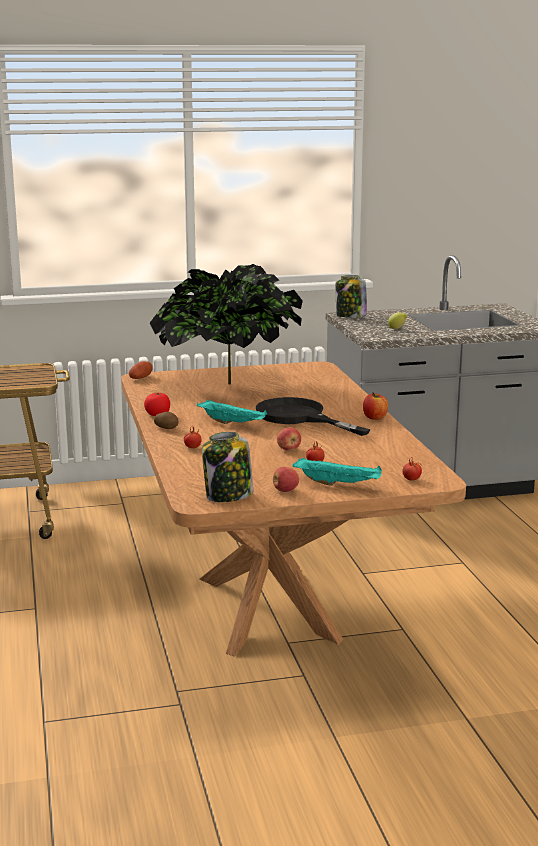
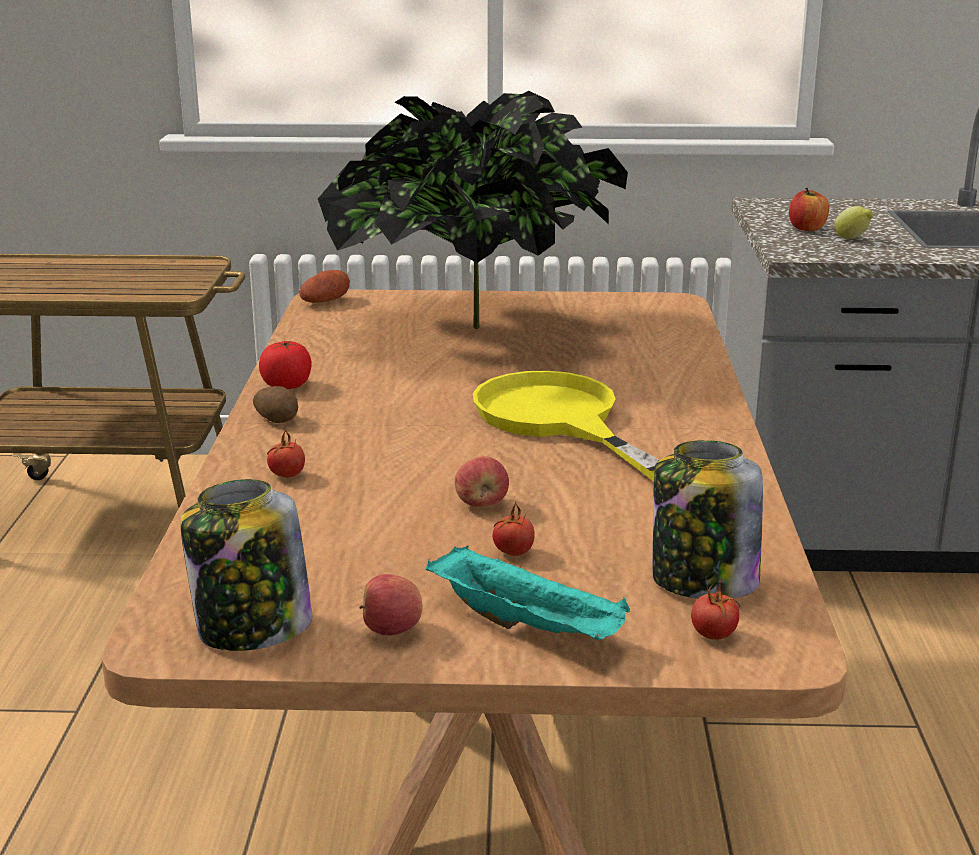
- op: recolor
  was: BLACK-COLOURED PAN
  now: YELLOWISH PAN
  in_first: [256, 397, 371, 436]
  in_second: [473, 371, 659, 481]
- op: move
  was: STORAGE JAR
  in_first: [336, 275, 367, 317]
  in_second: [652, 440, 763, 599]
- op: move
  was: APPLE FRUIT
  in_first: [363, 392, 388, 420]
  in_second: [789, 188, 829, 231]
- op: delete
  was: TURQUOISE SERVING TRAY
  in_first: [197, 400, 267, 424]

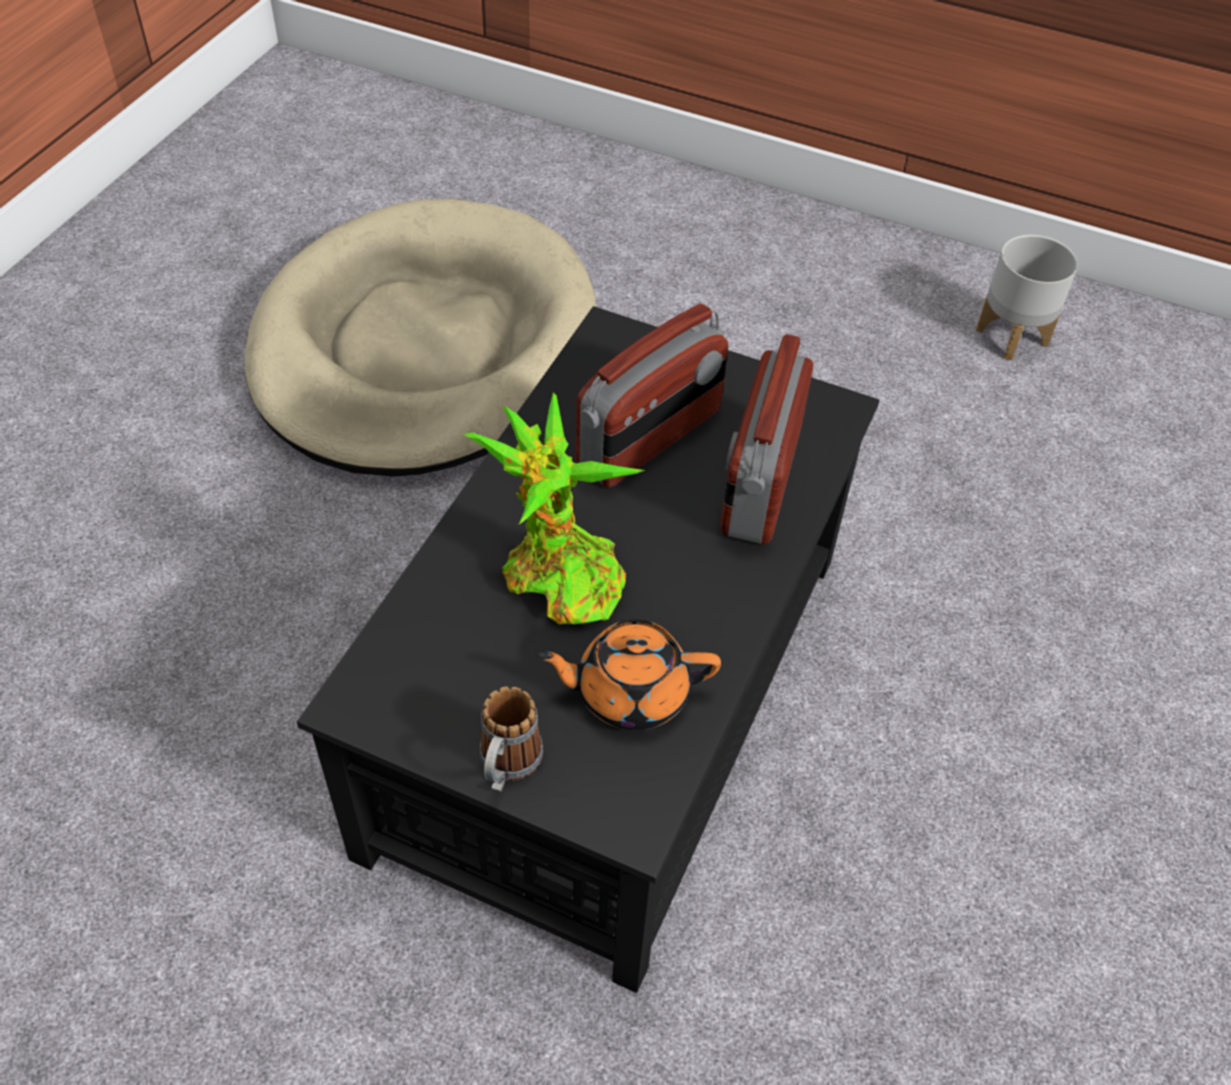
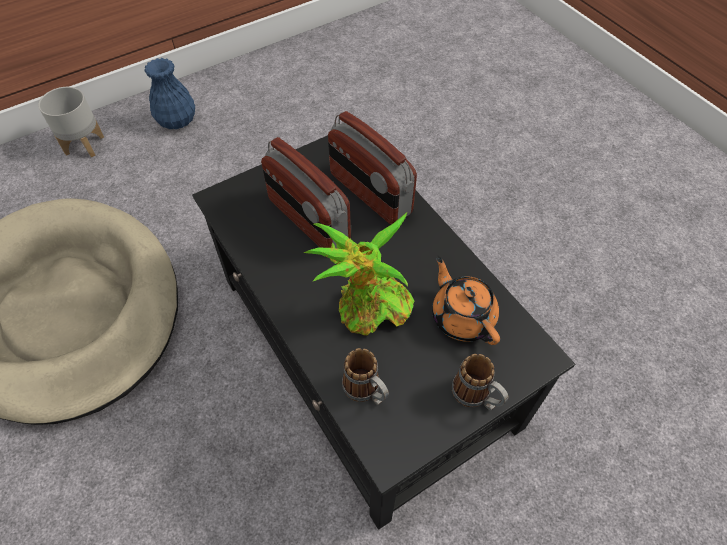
- op: move
  was: GRAY PLANTER
  in_first: [976, 234, 1078, 360]
  in_second: [38, 87, 104, 157]
- op: insert
  now: BLUE DECORATIVE VASE
  in_second: [144, 58, 195, 129]
- op: rotate
  was: RADIO SET
  in_first: [576, 304, 729, 488]
  in_second: [261, 137, 351, 248]
  clockwise: 150
- op: insert
  now: MUG
  in_second: [342, 348, 389, 405]
- op: rotate
  was: ORANGE-COLOURED POT FOR TEA
  in_first: [536, 619, 721, 730]
  in_second: [432, 256, 500, 345]
  clockwise: 120

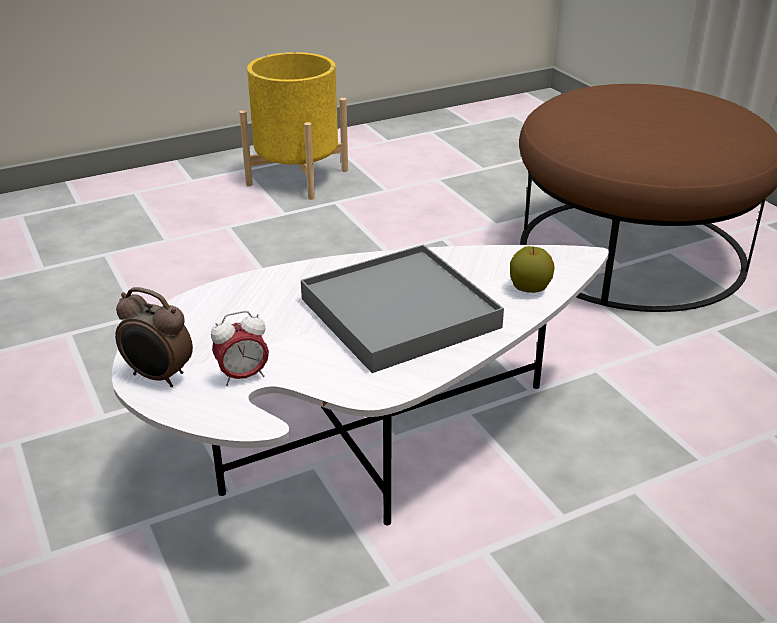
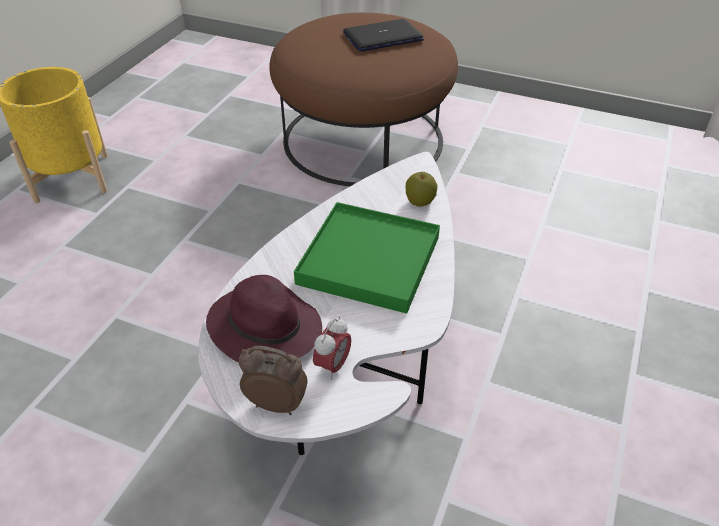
- op: insert
  now: PURPLE WEARABLE HAT
  in_second: [206, 275, 322, 362]
- op: rotate
  was: BEDSIDE CLOCK
  in_first: [115, 287, 193, 387]
  in_second: [238, 346, 307, 415]
  clockwise: -150
- op: recolor
  was: GRAY SERVING TRAY
  now: GREEN-COLOURED SERVING TRAY
  in_first: [301, 245, 504, 373]
  in_second: [294, 202, 440, 314]
- op: insert
  now: LAPTOP
  in_second: [343, 19, 424, 52]

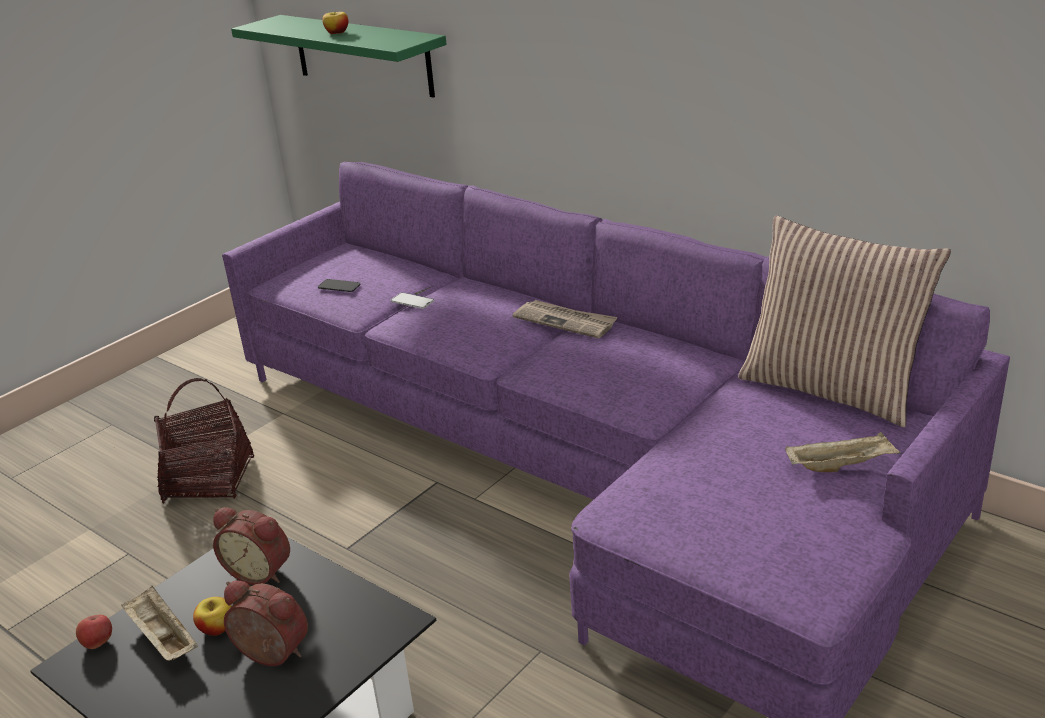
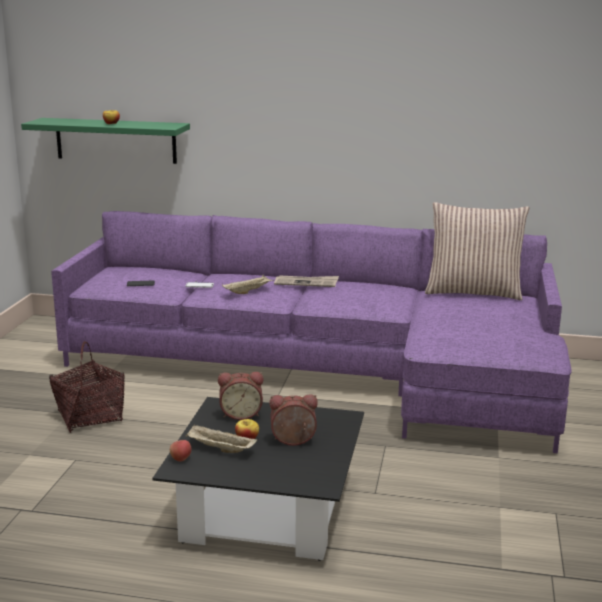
- op: move
  was: SAND-COLOURED SERVING TRAY
  in_first: [785, 432, 900, 472]
  in_second: [222, 275, 274, 294]

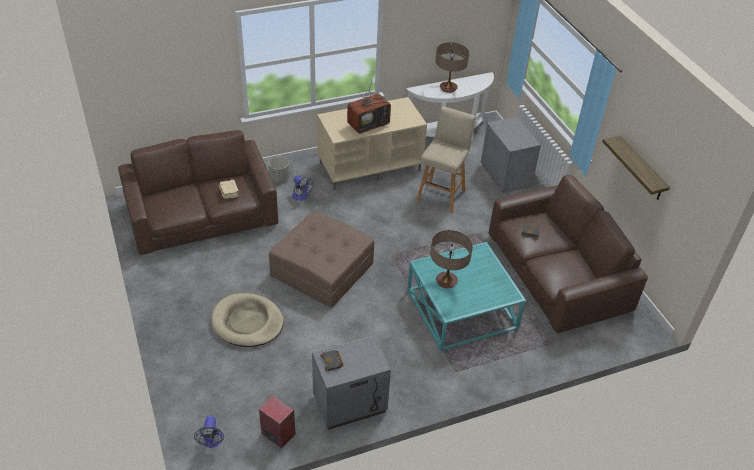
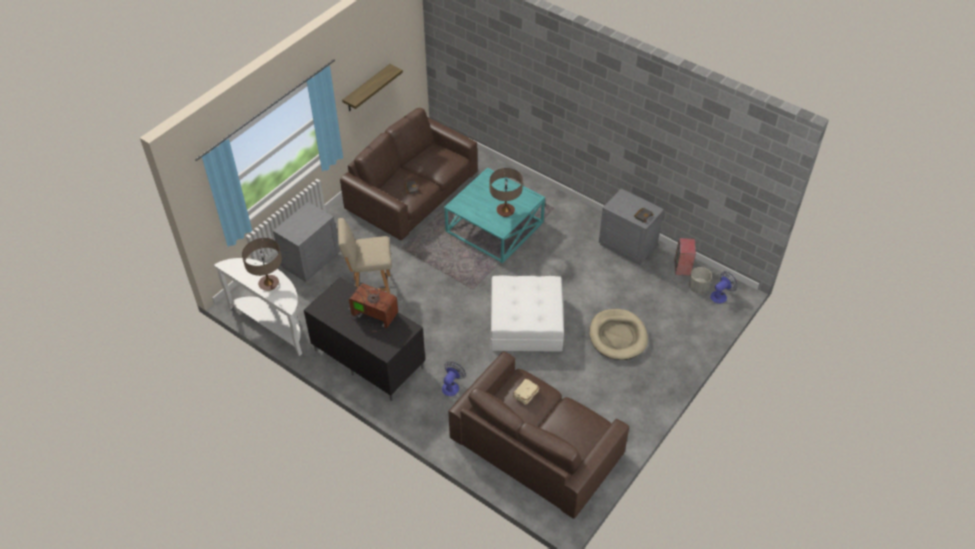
- op: recolor
  was: SAND-COLOURED TV UNIT
  now: BLACK-COLOURED TV UNIT
  in_first: [317, 97, 427, 190]
  in_second: [304, 277, 425, 401]
- op: recolor
  was: BROWNISH OTTOMAN
  now: WHITISH OTTOMAN
  in_first: [269, 211, 374, 308]
  in_second: [491, 275, 564, 352]
- op: move
  was: GRAY PLANTER
  in_first: [268, 157, 289, 182]
  in_second: [689, 267, 712, 293]

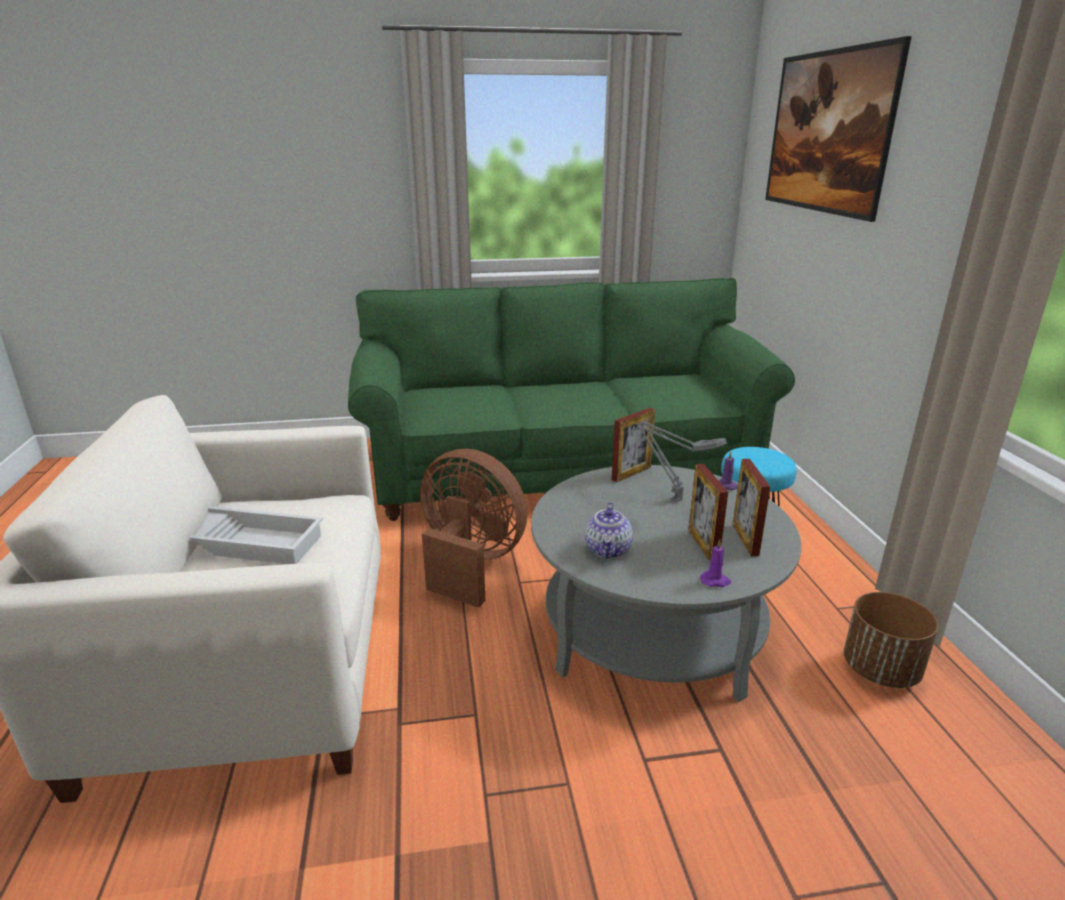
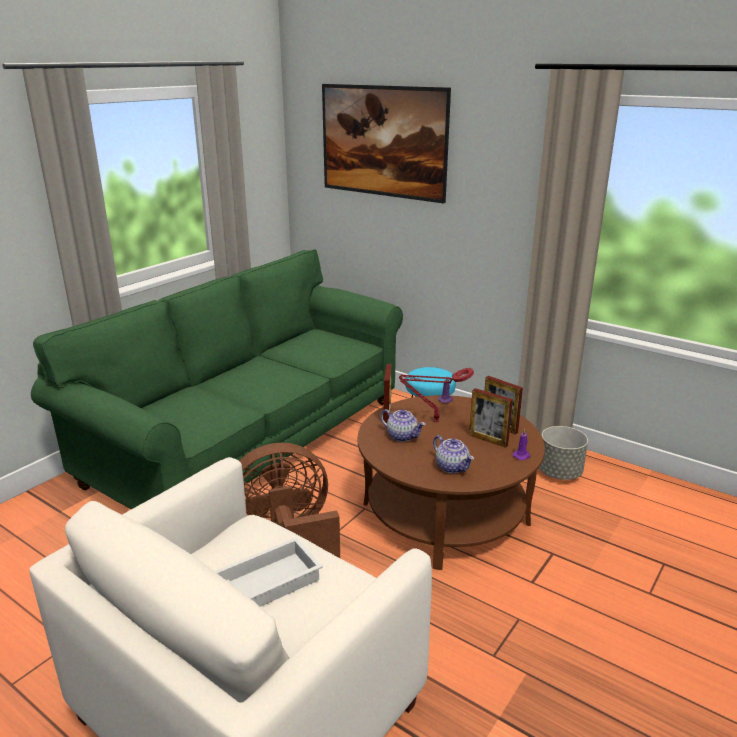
- op: recolor
  was: GRAY COFFEE TABLE
  now: BROWNISH COFFEE TABLE
  in_first: [531, 465, 801, 702]
  in_second: [358, 395, 545, 570]
- op: insert
  now: POT FOR TEA
  in_second: [380, 409, 426, 442]
- op: recolor
  was: GRAY LAMP FOR A TABLE
  now: RED LAMP FOR A TABLE
  in_first: [640, 422, 727, 502]
  in_second: [399, 368, 474, 422]
- op: recolor
  was: BROWNISH PLANTER
  now: GRAY PLANTER
  in_first: [844, 592, 938, 688]
  in_second: [539, 426, 588, 480]

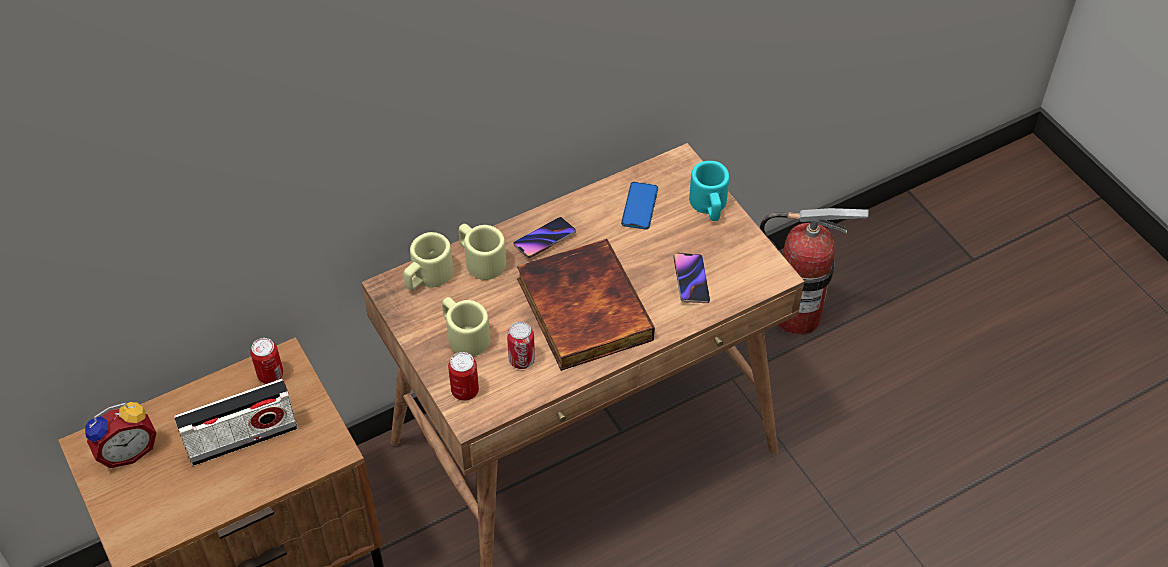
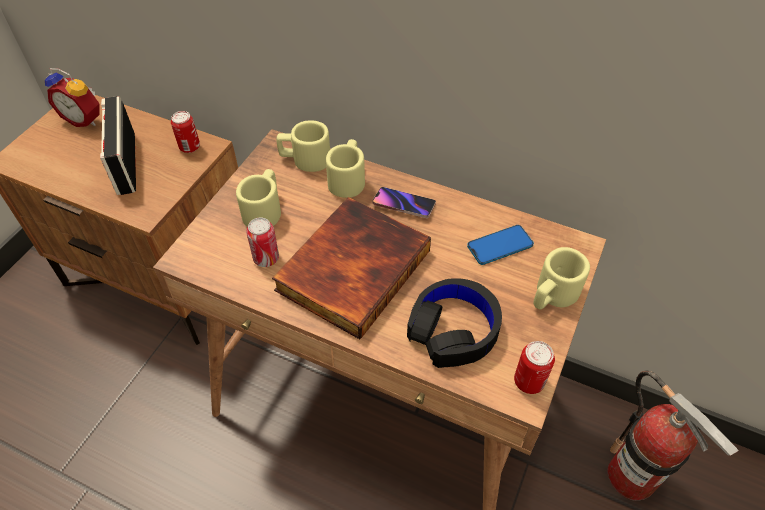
- op: rotate
  was: RADIO SET
  in_first: [174, 379, 298, 466]
  in_second: [100, 96, 136, 195]
  clockwise: 45
- op: replace
  was: PHONE
  now: BLACK-COLOURED HEADSET
  in_first: [673, 253, 710, 303]
  in_second: [407, 278, 502, 368]
- op: move
  was: CAN
  in_first: [448, 352, 479, 401]
  in_second: [514, 341, 555, 394]
- op: recolor
  was: TURQUOISE MUG
  now: SAND-COLOURED MUG
  in_first: [689, 161, 729, 221]
  in_second: [533, 247, 590, 309]

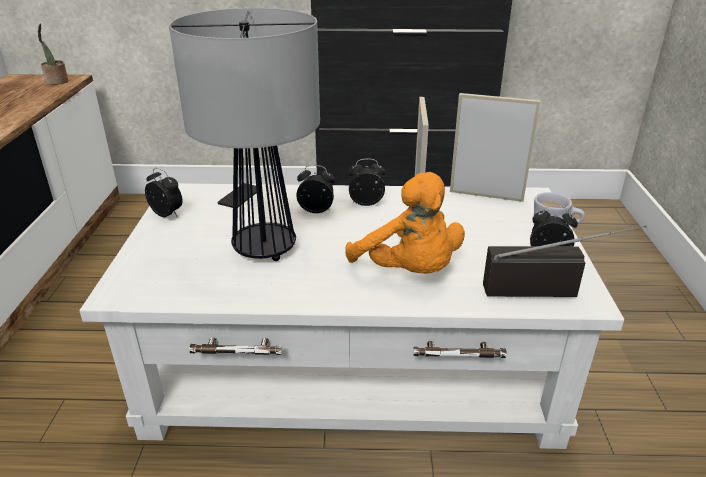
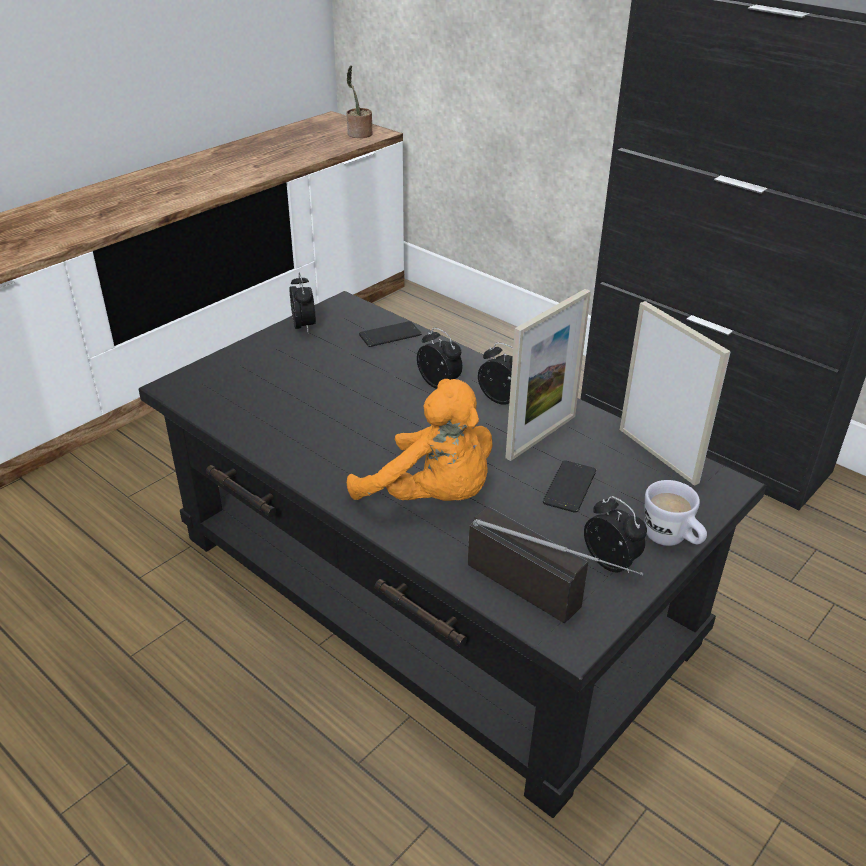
- op: recolor
  was: WHITISH COFFEE TABLE
  now: BLACK-COLOURED COFFEE TABLE
  in_first: [80, 183, 624, 449]
  in_second: [138, 291, 766, 818]
- op: rotate
  was: ORANGE-COLOURED CUDDLY TOY
  in_first: [345, 172, 465, 274]
  in_second: [347, 379, 493, 501]
  clockwise: -60
- op: insert
  now: PHONE
  in_second: [543, 461, 596, 513]
- op: delete
  was: LAMP FOR A TABLE
  in_first: [169, 8, 320, 261]

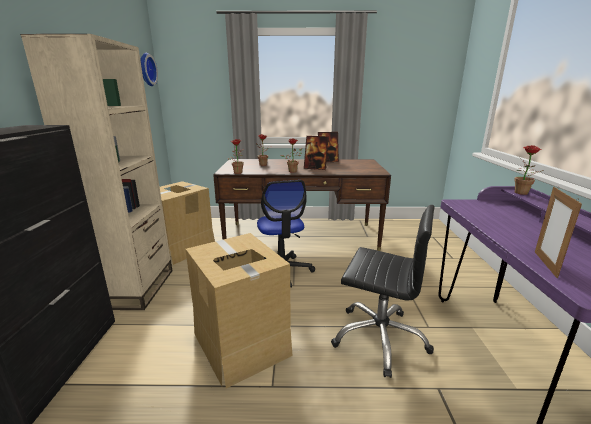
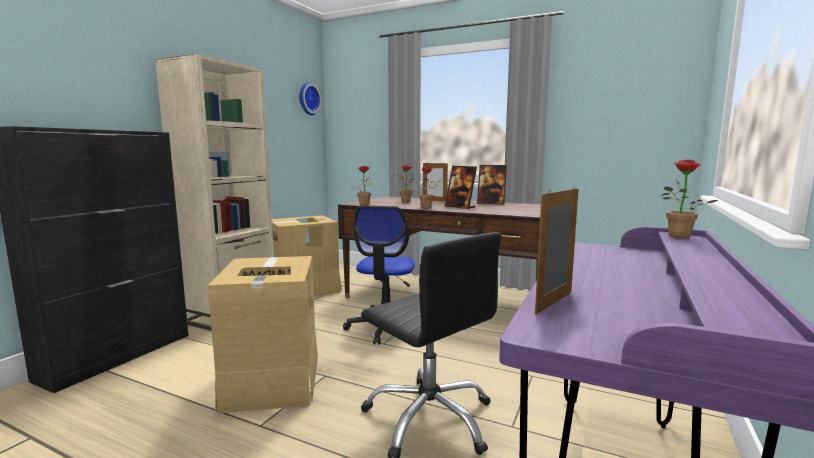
- op: insert
  now: PHOTO FRAME
  in_second: [423, 162, 448, 202]

